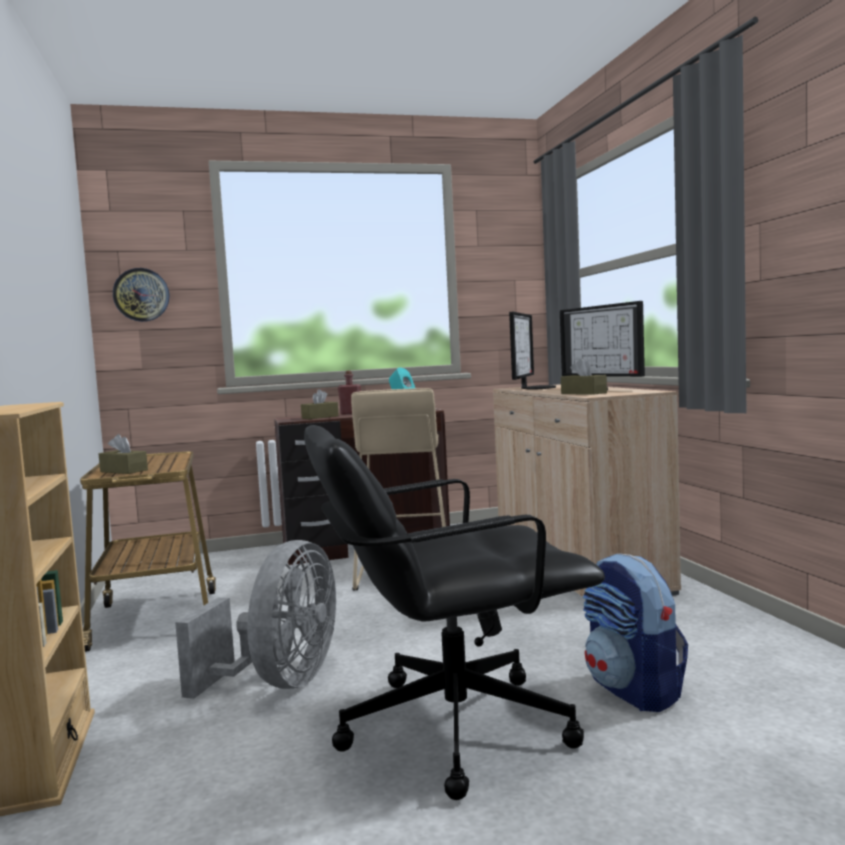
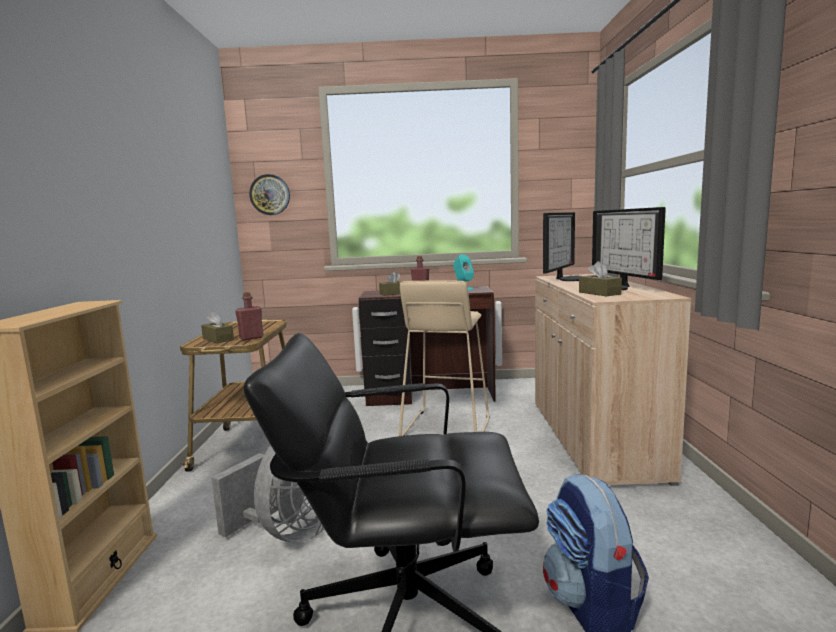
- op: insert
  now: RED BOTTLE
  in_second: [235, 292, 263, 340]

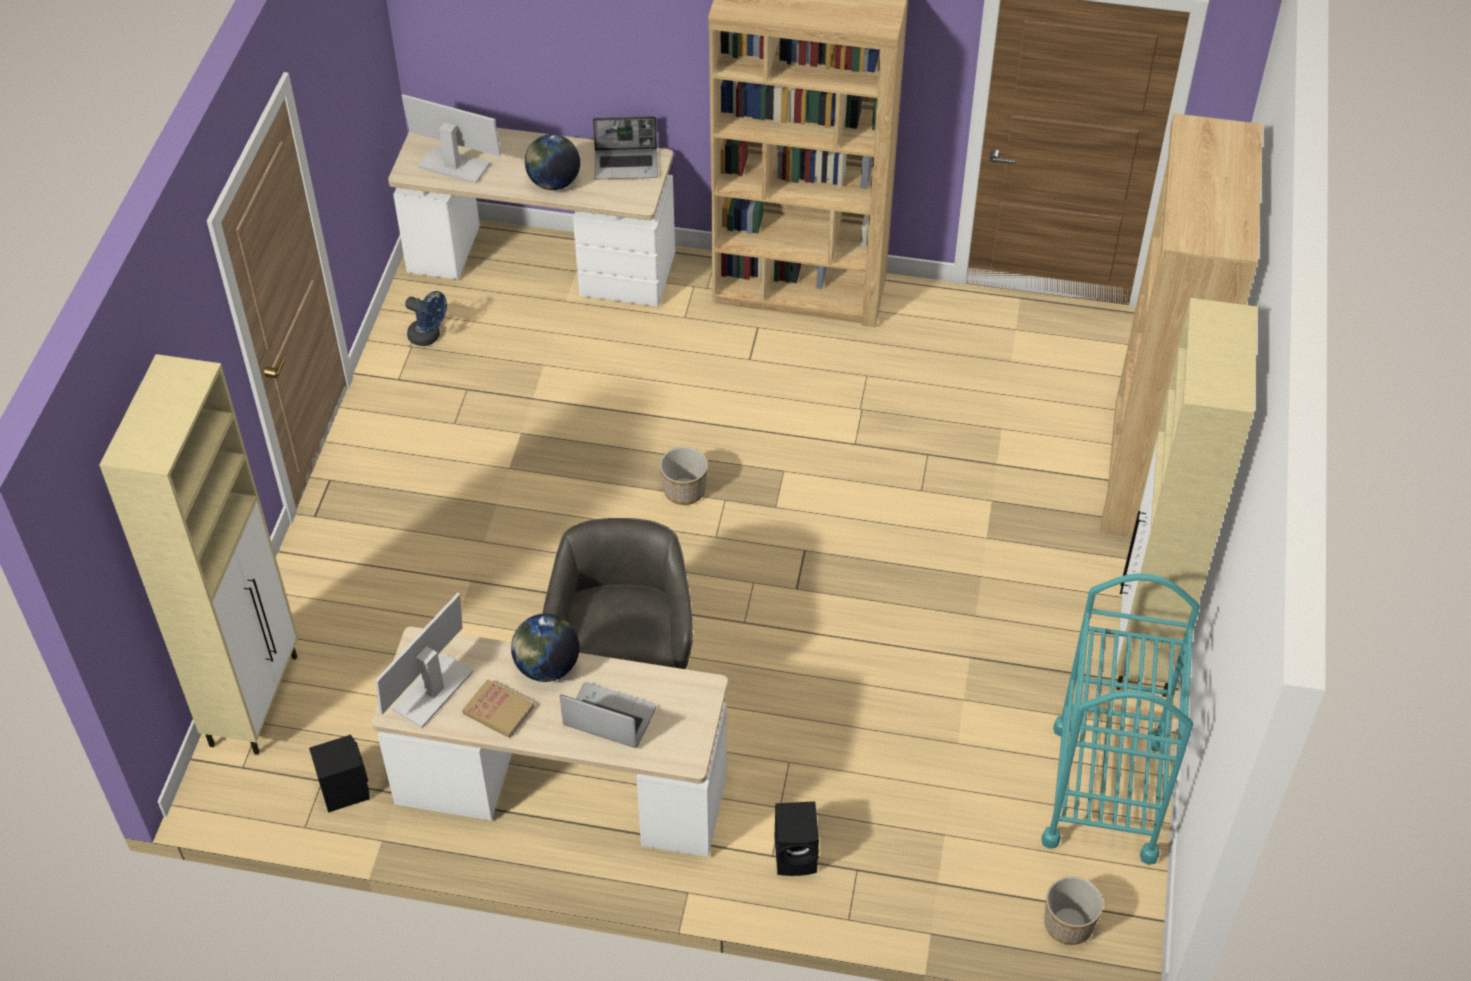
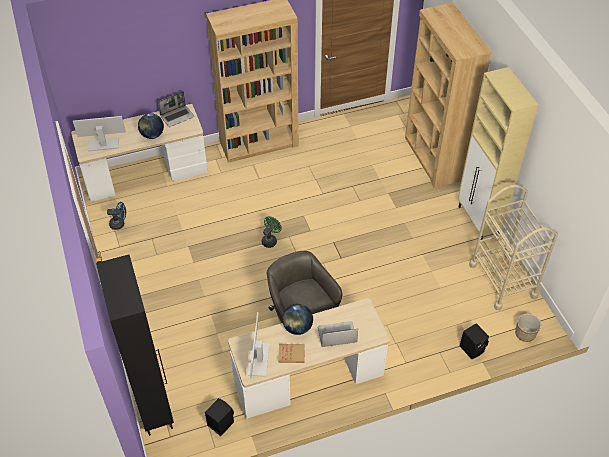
- op: recolor
  was: SAND-COLOURED CABINET
  now: BLACK-COLOURED CABINET
  in_first: [99, 354, 298, 755]
  in_second: [96, 254, 174, 436]
- op: replace
  was: PLANTER
  now: GREEN-COLOURED COOLING FAN
  in_first: [660, 447, 708, 505]
  in_second: [262, 216, 282, 248]
- op: move
  was: BLACK-COLOURED LOUDSPEAKER
  in_first: [774, 801, 819, 876]
  in_second: [460, 323, 489, 359]
- op: recolor
  was: TURQUOISE WHEELED CART
  now: SAND-COLOURED WHEELED CART
  in_first: [1041, 573, 1200, 865]
  in_second: [469, 185, 558, 310]

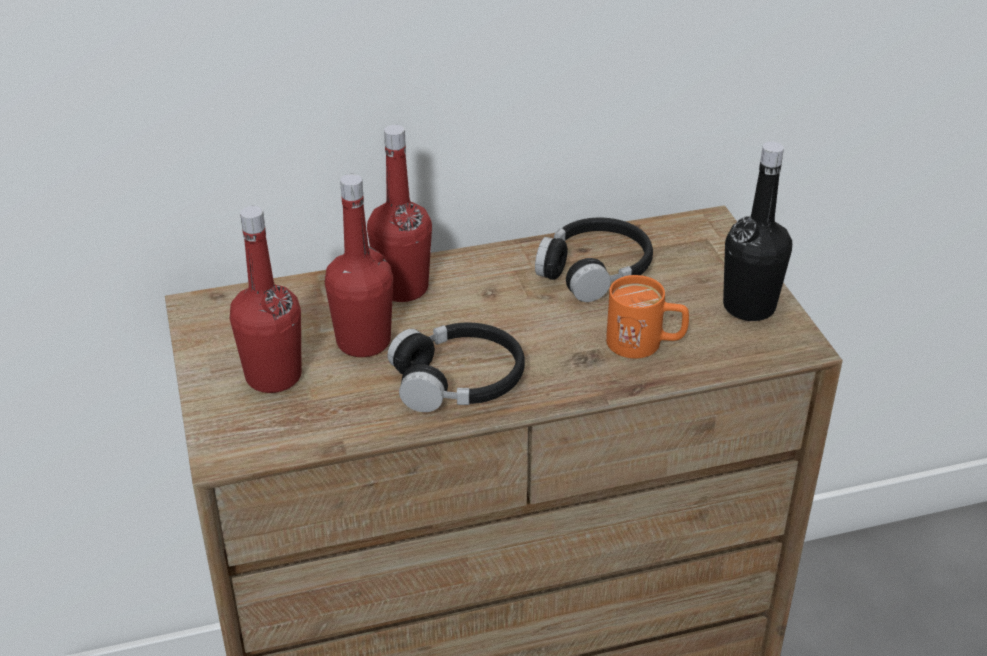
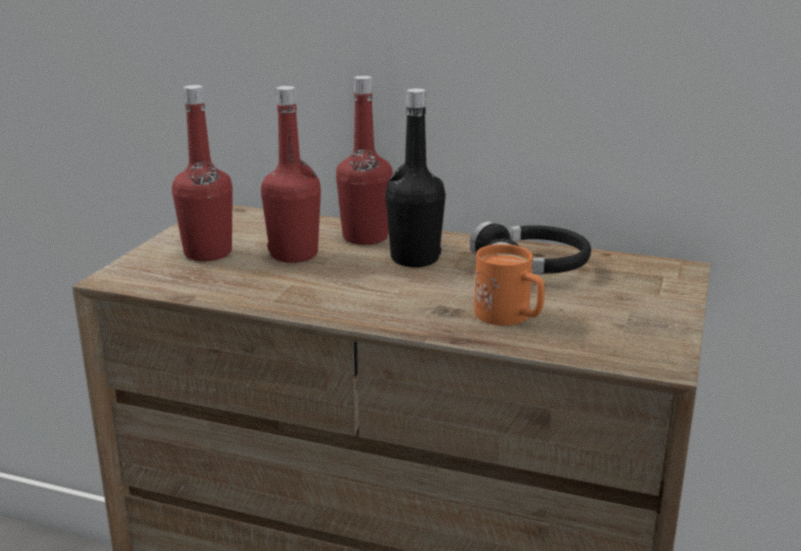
- op: move
  was: BLACK-COLOURED BOTTLE
  in_first: [723, 142, 792, 321]
  in_second: [385, 88, 446, 267]
- op: delete
  was: BLACK-COLOURED HEADSET
  in_first: [388, 322, 525, 412]

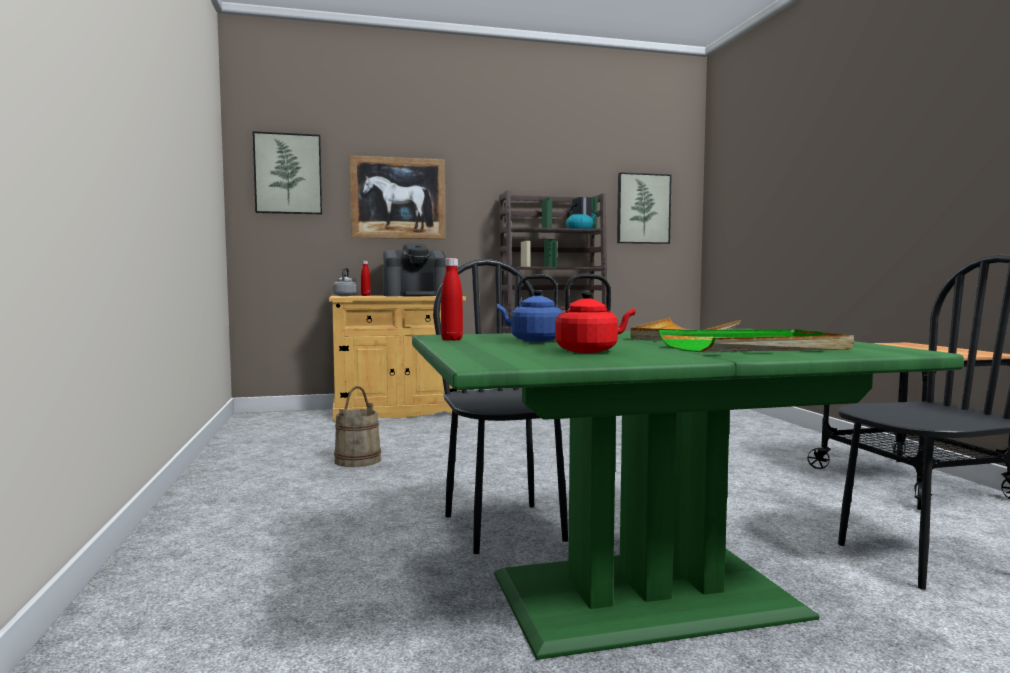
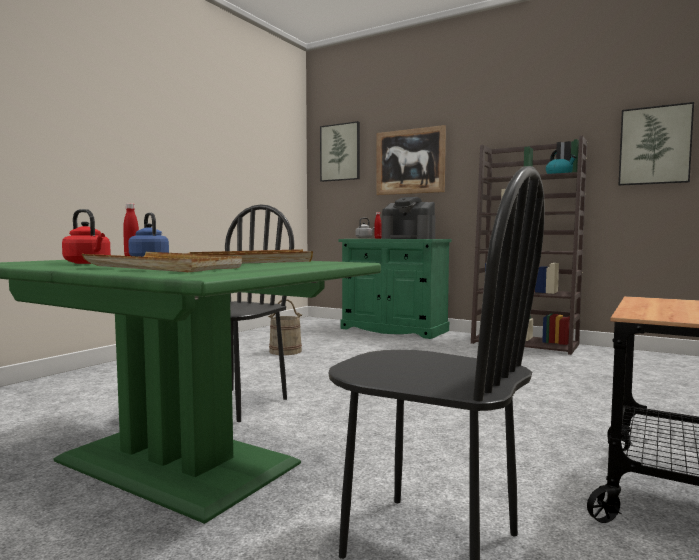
- op: recolor
  was: GREEN-COLOURED SERVING TRAY
  now: SAND-COLOURED SERVING TRAY
  in_first: [658, 329, 854, 352]
  in_second: [82, 252, 242, 272]
- op: recolor
  was: SAND-COLOURED CABINET
  now: GREEN-COLOURED CABINET
  in_first: [329, 296, 466, 422]
  in_second: [339, 239, 451, 339]

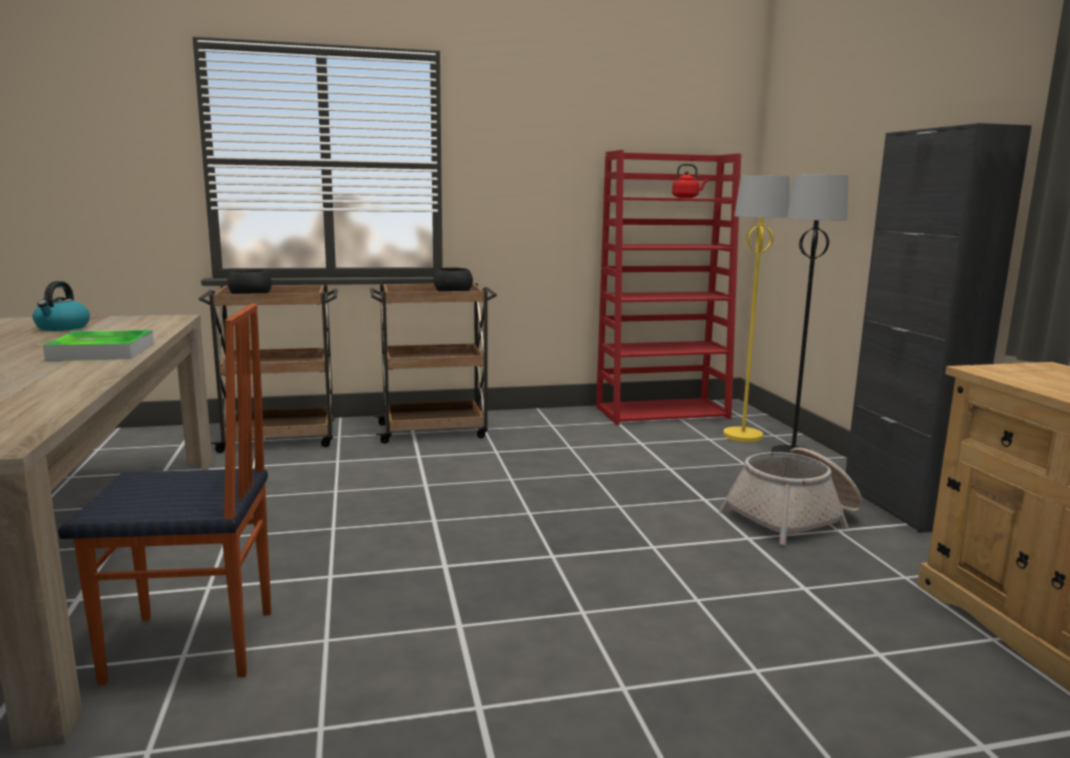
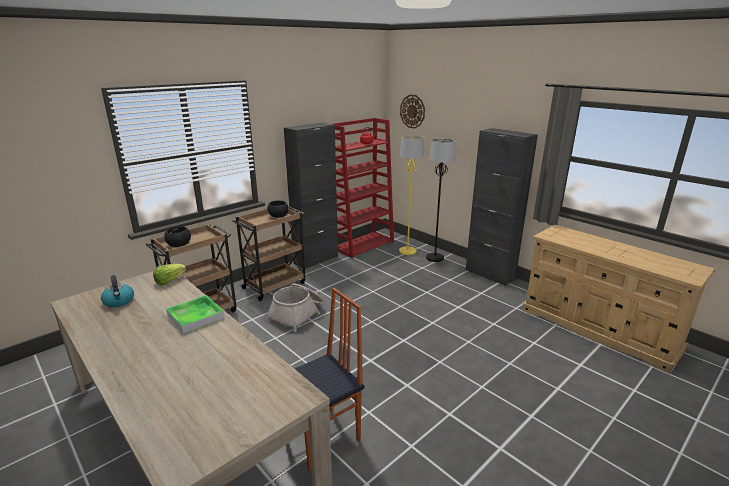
- op: insert
  now: LETTUCE
  in_second: [153, 264, 186, 285]
- op: move
  was: STORAGE BASKET
  in_first: [719, 447, 863, 545]
  in_second: [265, 284, 324, 332]
- op: insert
  now: BLACK-COLOURED CABINET
  in_second: [284, 122, 338, 269]
- op: insert
  now: WALL CLOCK
  in_second: [400, 95, 425, 129]

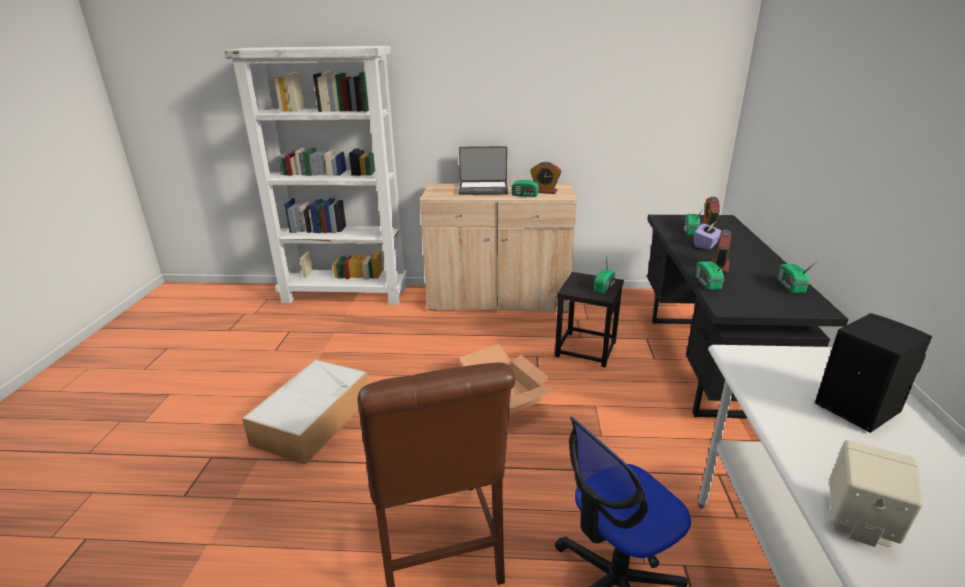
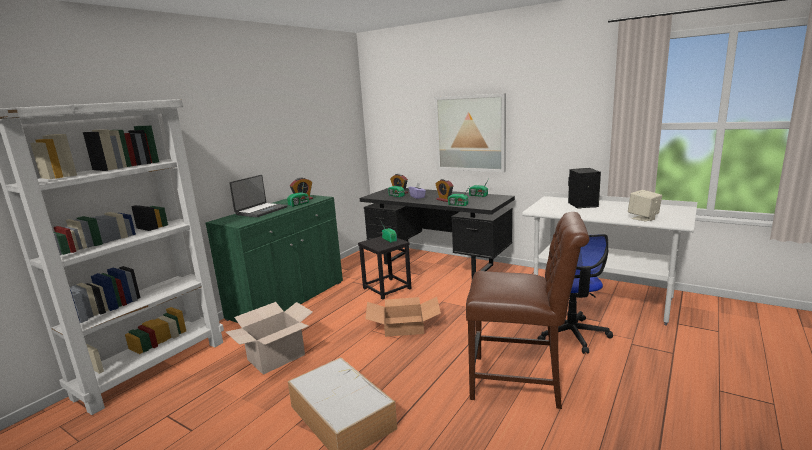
- op: recolor
  was: SAND-COLOURED CABINET
  now: GREEN-COLOURED CABINET
  in_first: [420, 183, 576, 313]
  in_second: [206, 195, 343, 323]
- op: insert
  now: PACKING BOX
  in_second: [226, 302, 313, 375]
- op: insert
  now: WALL ART
  in_second: [435, 93, 506, 172]

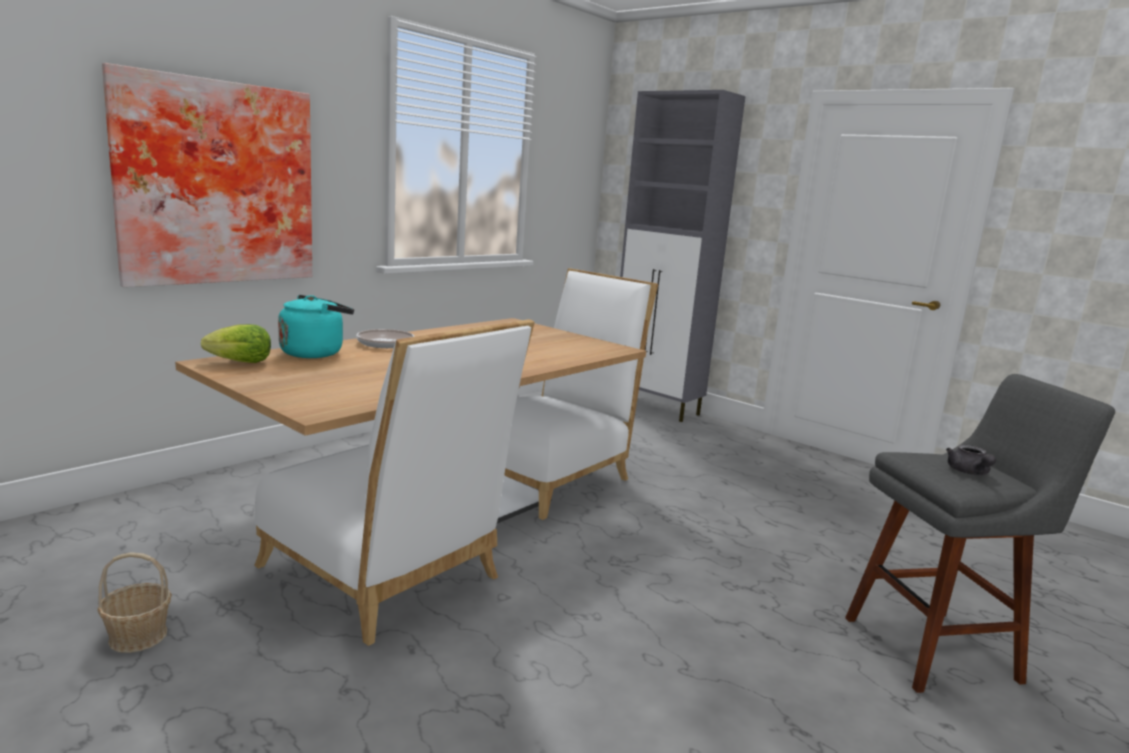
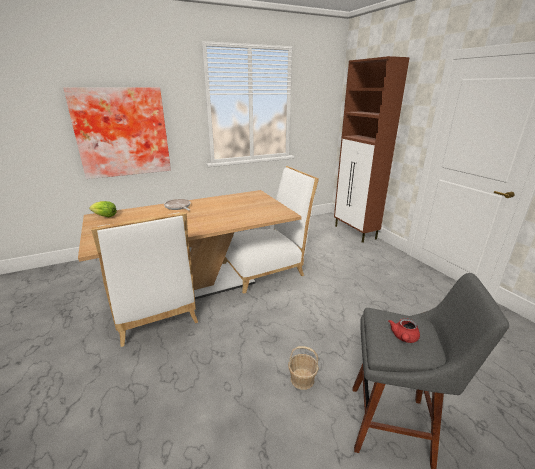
- op: move
  was: STORAGE BASKET
  in_first: [97, 552, 172, 653]
  in_second: [288, 346, 319, 390]
- op: recolor
  was: GRAY CABINET
  now: BROWNISH CABINET
  in_first: [620, 90, 746, 422]
  in_second: [334, 56, 410, 243]
- op: recolor
  was: GRAY POT FOR TEA
  now: RED POT FOR TEA
  in_first: [946, 445, 996, 475]
  in_second: [388, 318, 420, 343]
- op: delete
  was: TURQUOISE WATER KETTLE
  in_first: [278, 295, 354, 358]

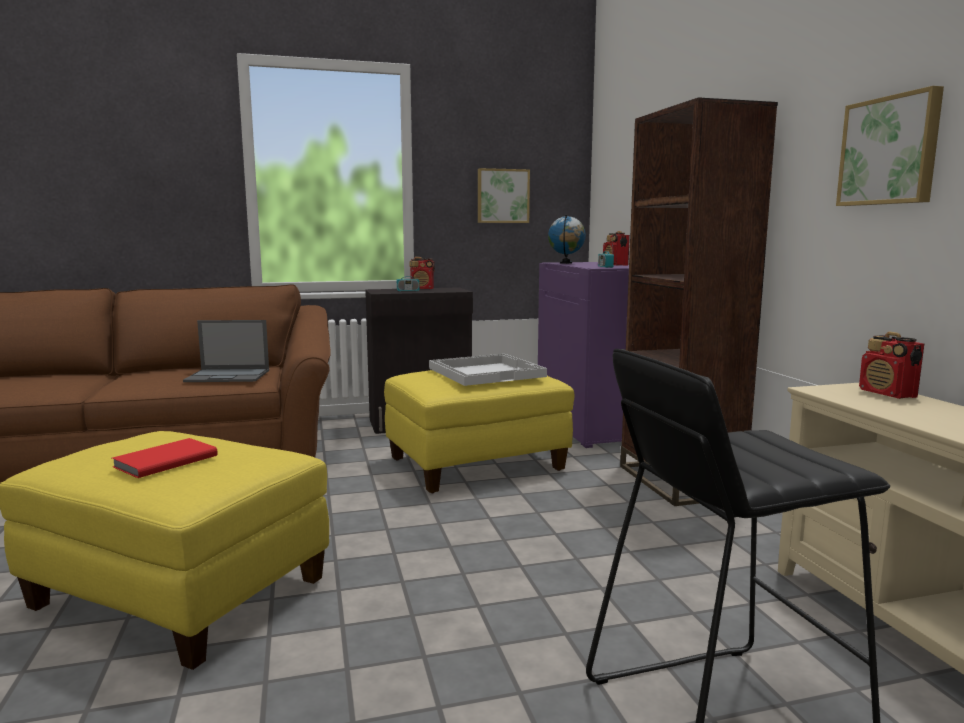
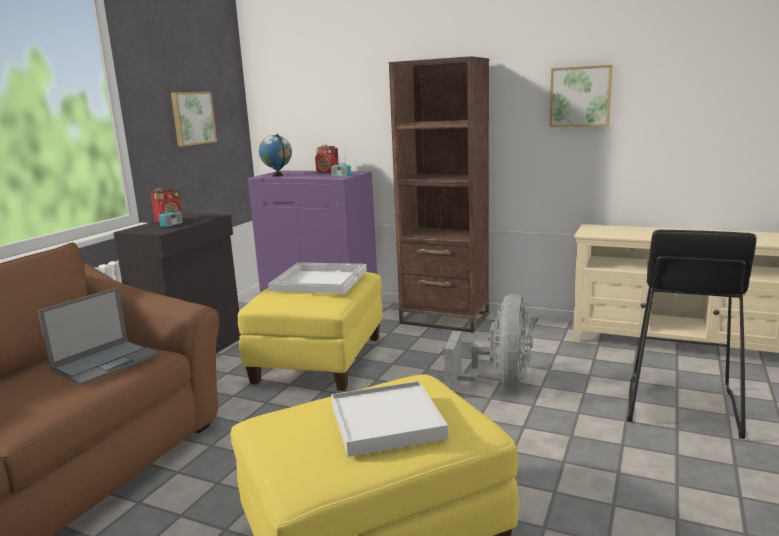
- op: replace
  was: RED BOUND BOOK
  now: WHITISH SERVING TRAY
  in_first: [112, 438, 218, 478]
  in_second: [331, 381, 448, 457]
- op: insert
  now: GRAY COOLING FAN
  in_second: [444, 294, 533, 393]
- op: delete
  was: RADIO SET
  in_first: [859, 332, 924, 399]

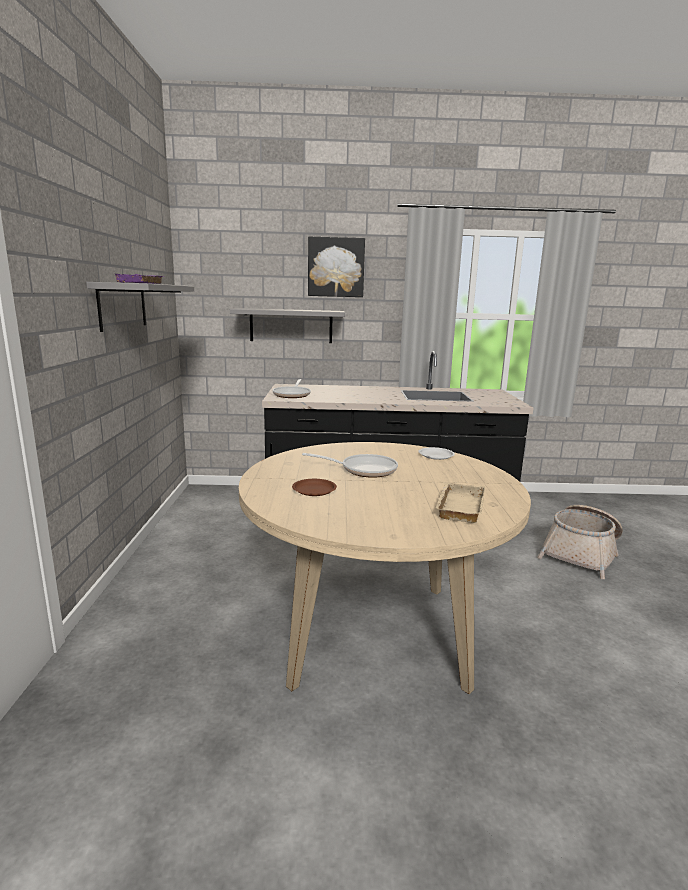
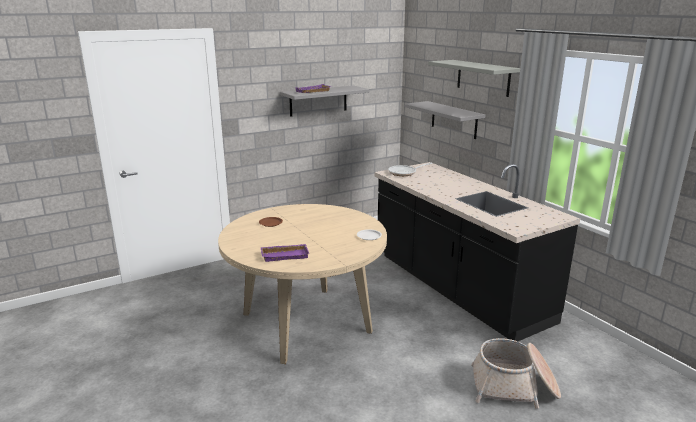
- op: recolor
  was: SAND-COLOURED SERVING TRAY
  now: PURPLE SERVING TRAY
  in_first: [435, 483, 485, 523]
  in_second: [260, 244, 309, 262]
- op: replace
  was: WALL ART
  now: GRAY BRACKET SHELF
  in_first: [308, 236, 365, 297]
  in_second: [428, 60, 520, 97]
- op: delete
  was: PAN
  in_first: [302, 453, 398, 478]

